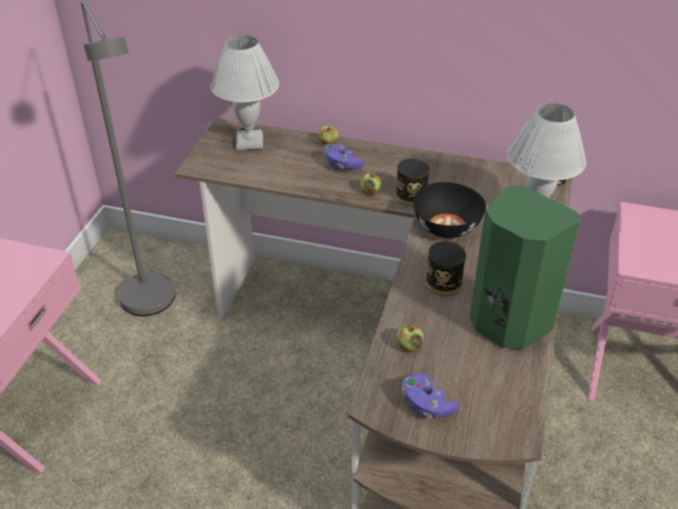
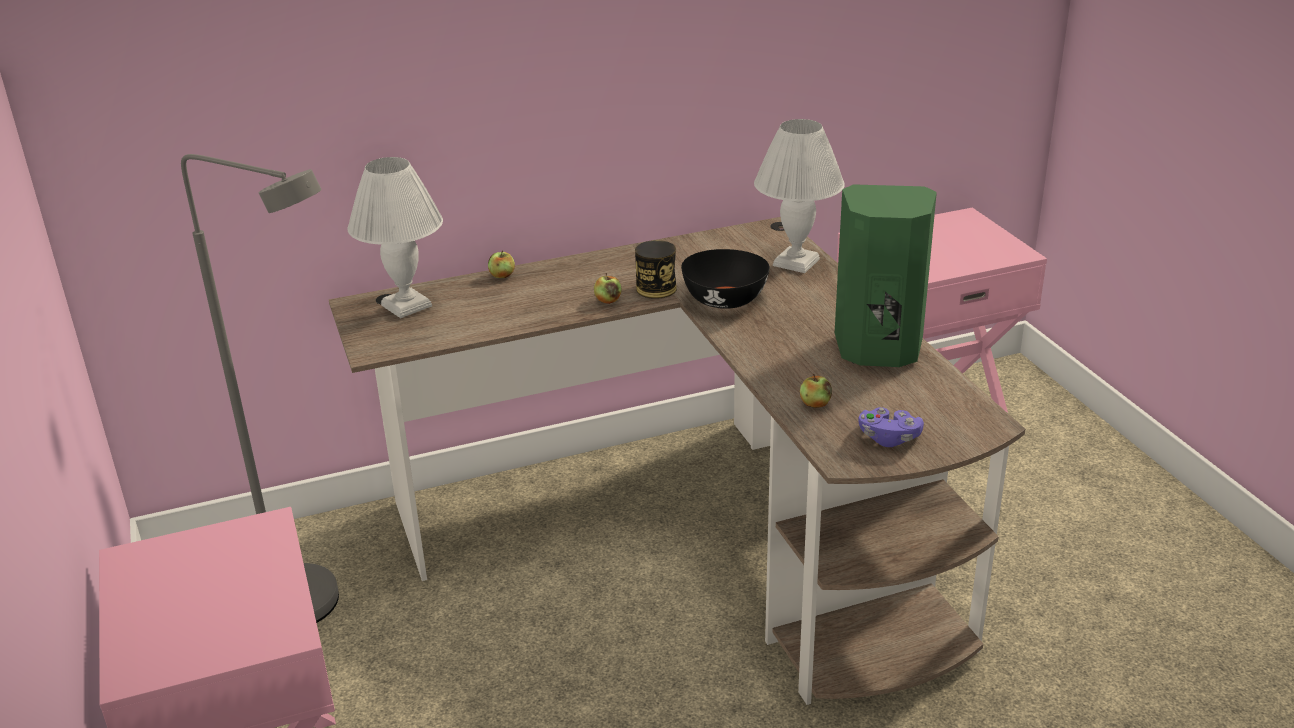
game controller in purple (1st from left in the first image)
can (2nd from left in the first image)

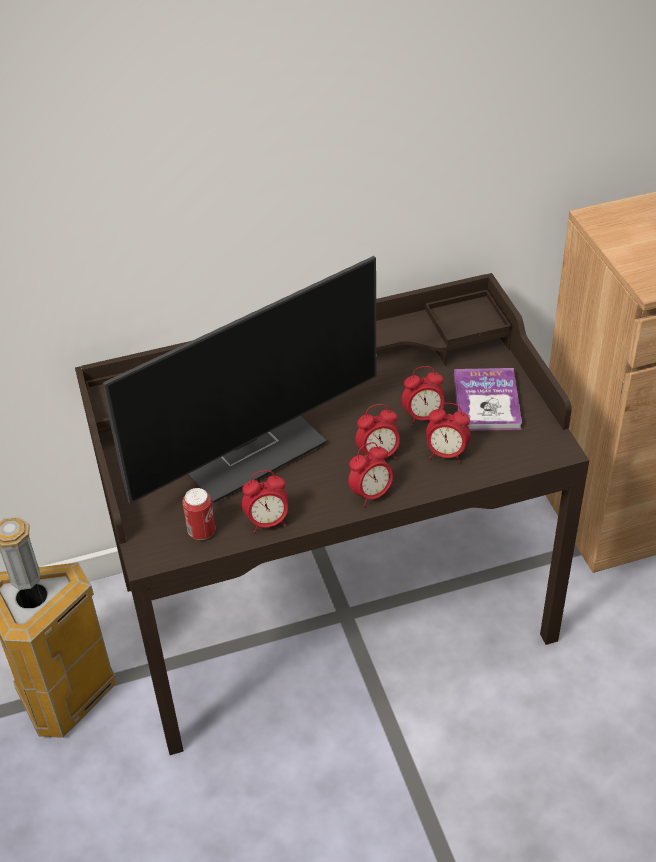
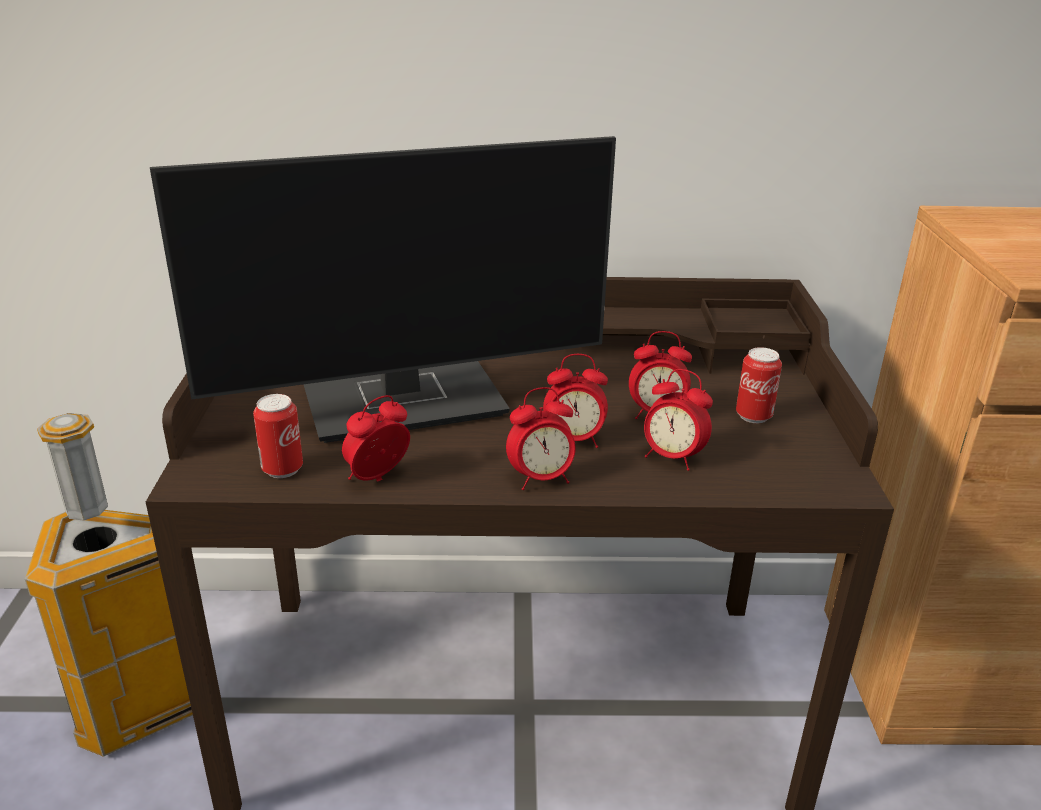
alarm clock (1st from left)
can (2nd from left)

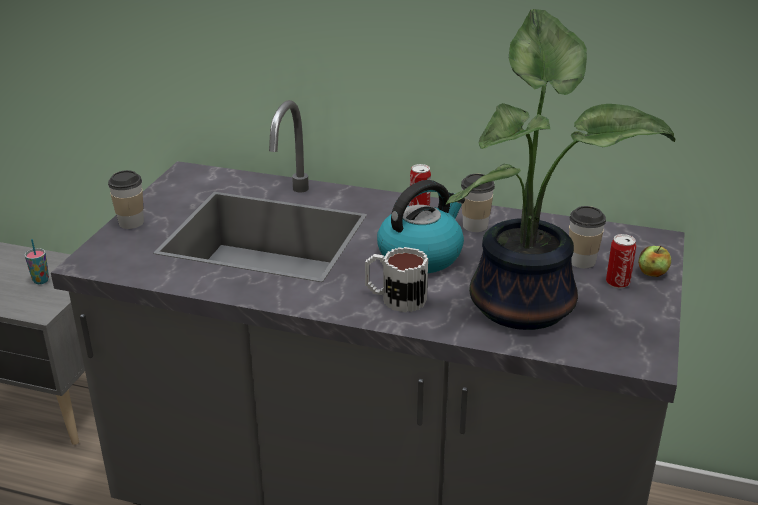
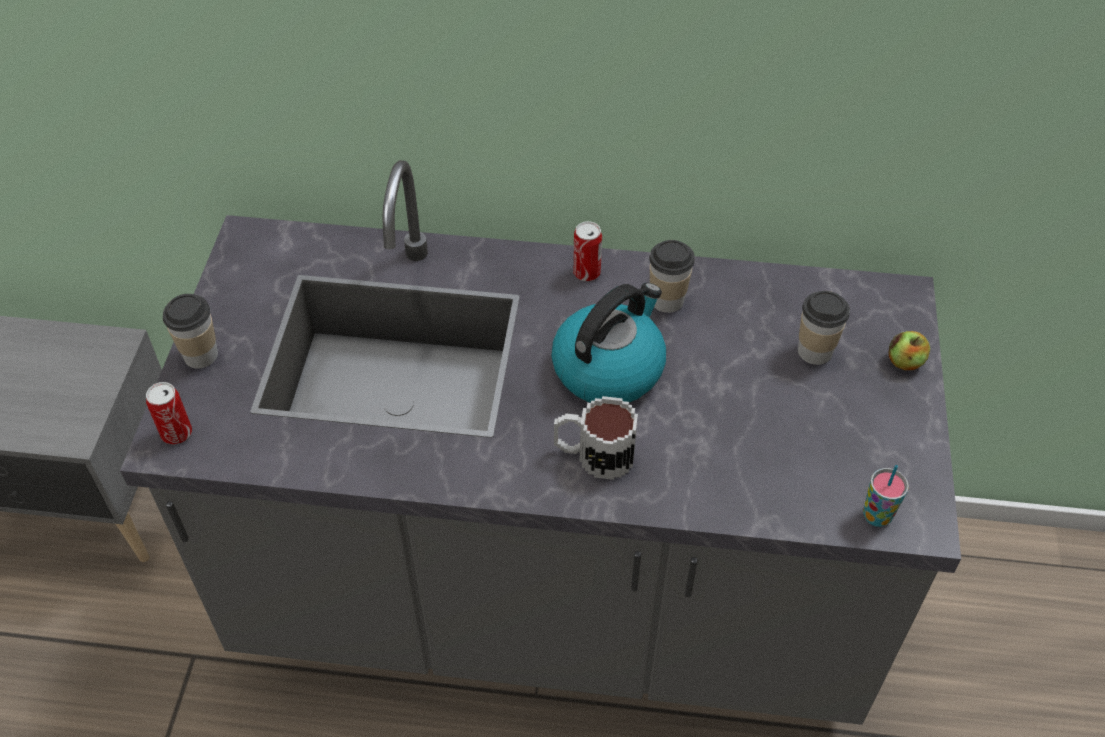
can (1st from left)
cup (4th from left)
potted plant

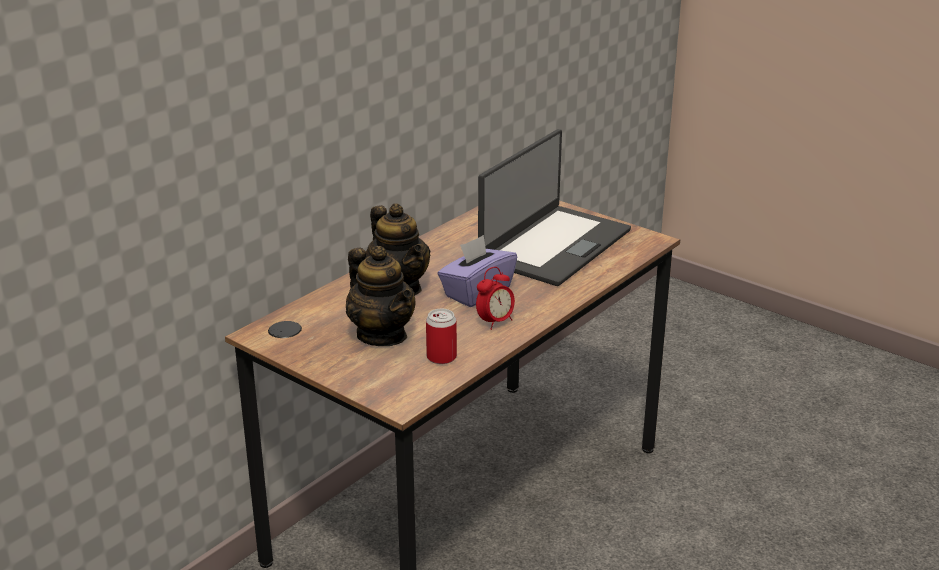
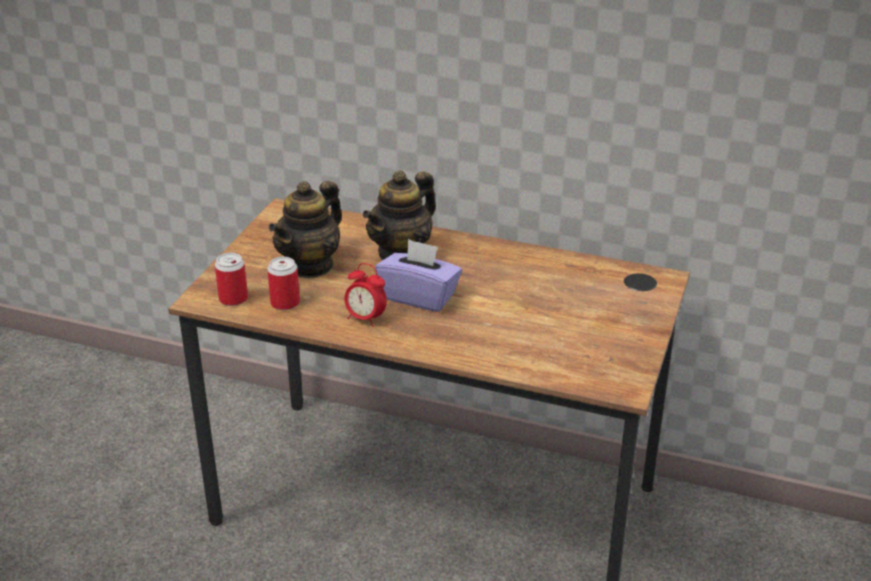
can (1st from left)
laptop

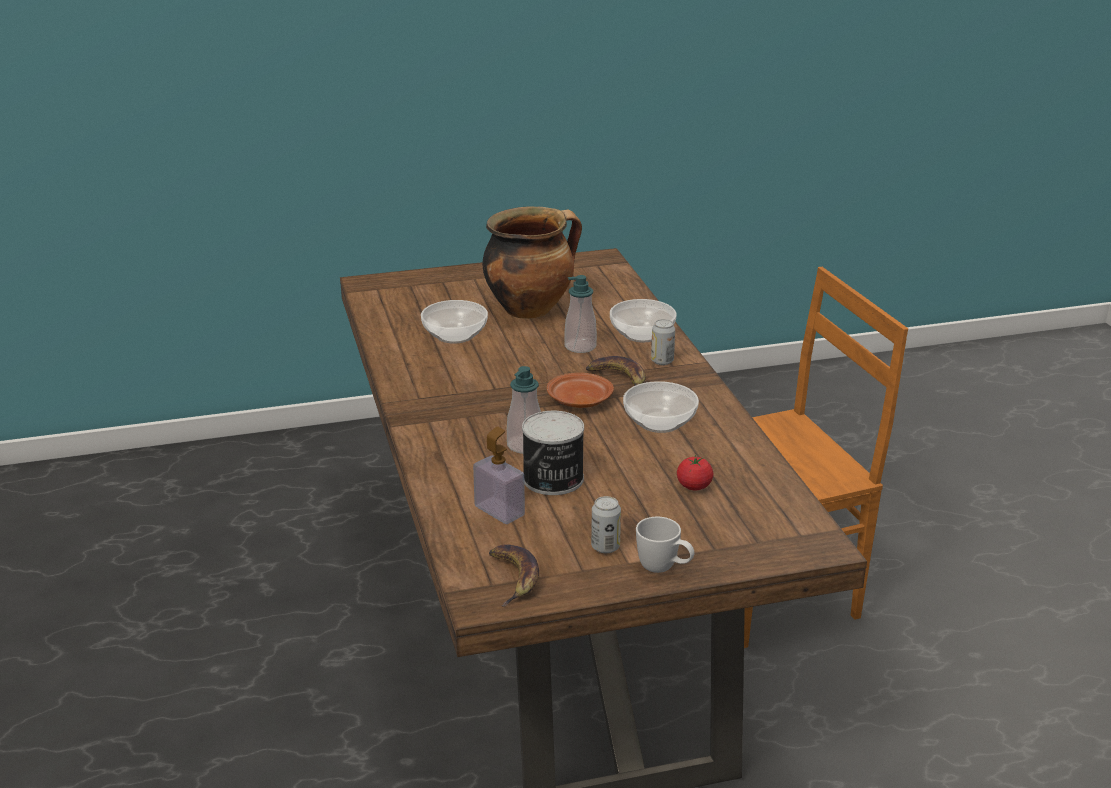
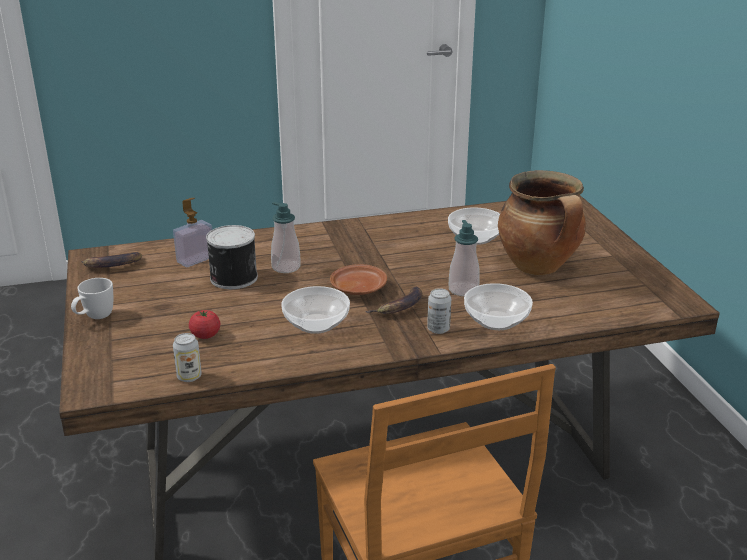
can (1st from left)

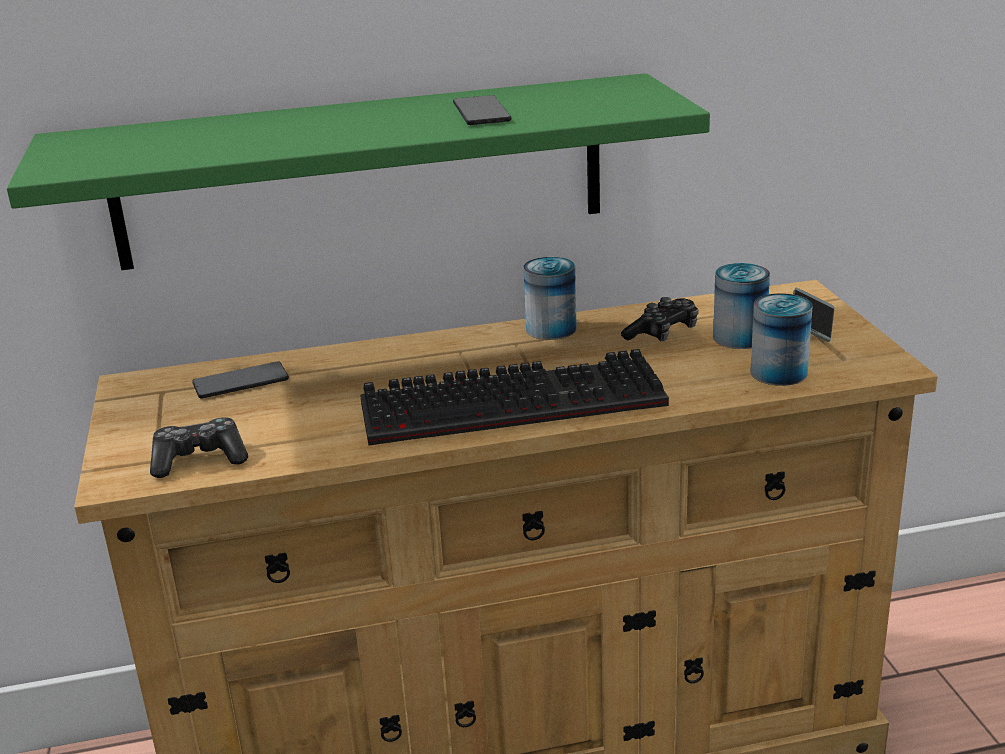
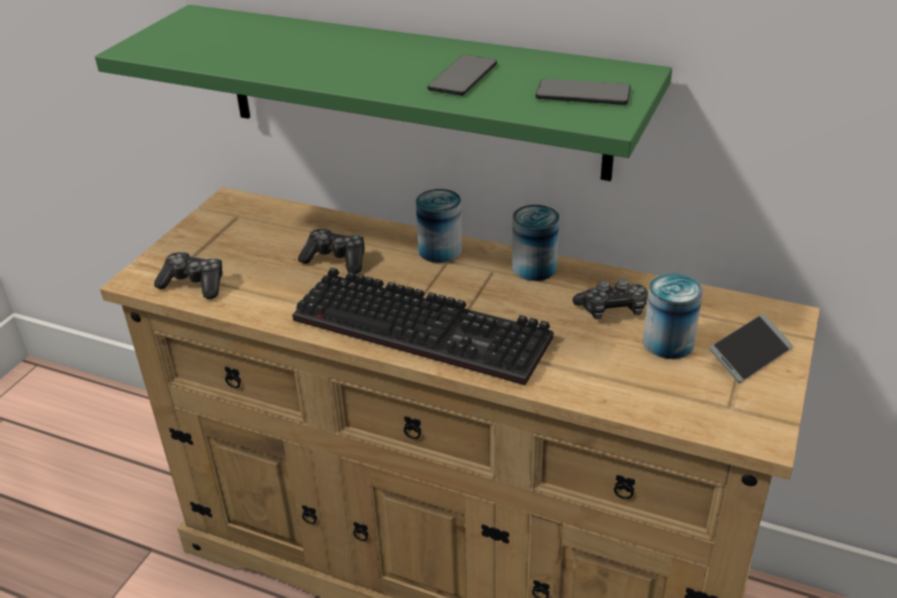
game controller (2nd from left)
can (1st from left)
phone (2nd from left)

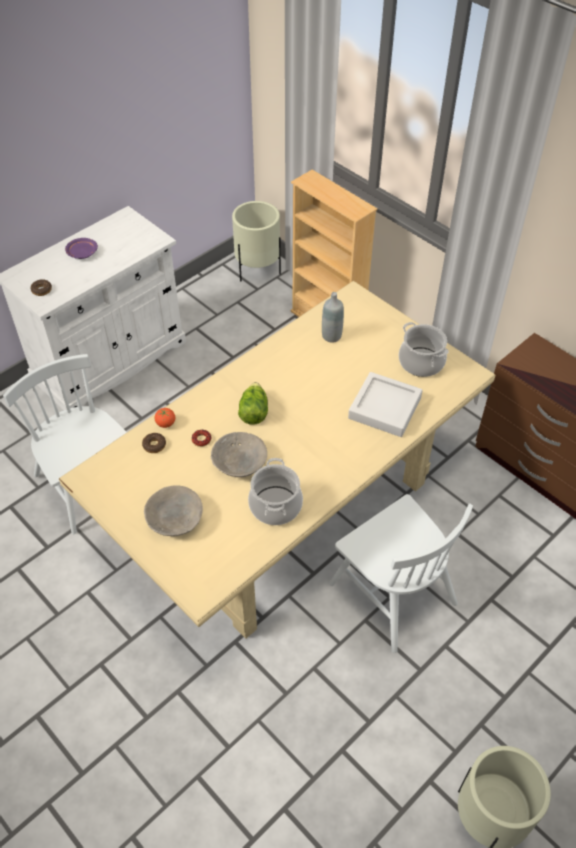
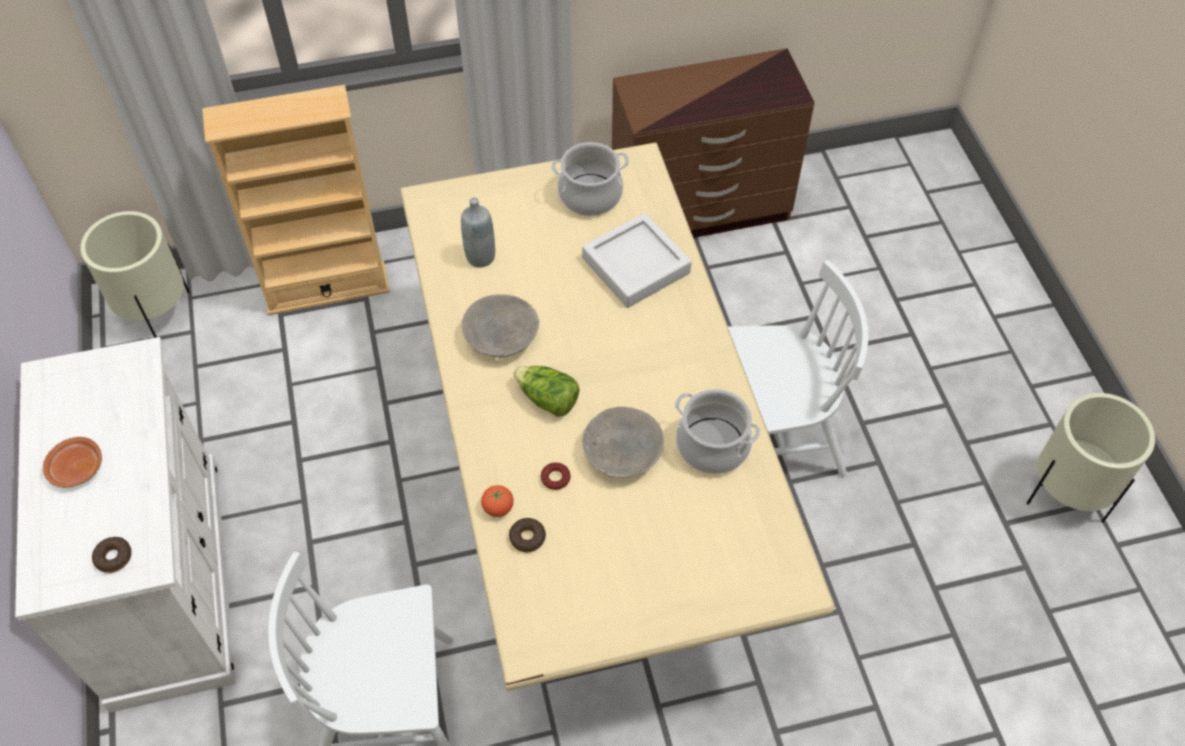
plate in brown
bowl in grey (1st from left)

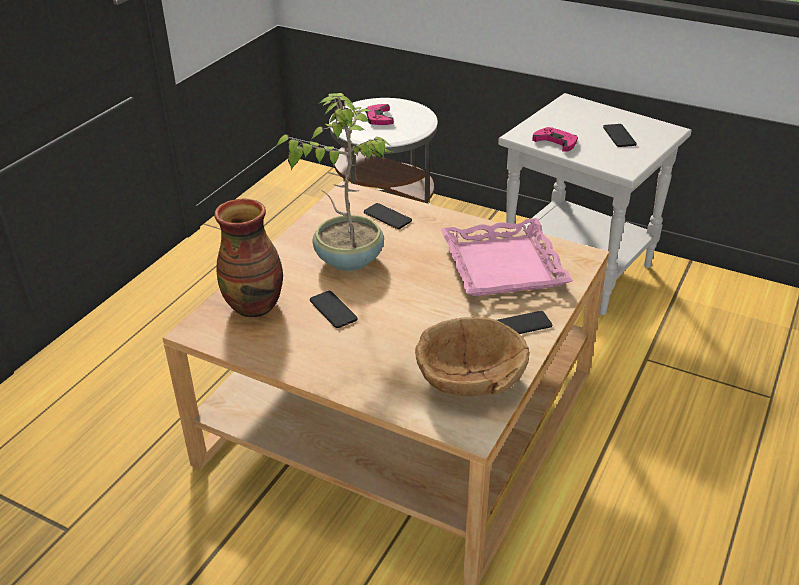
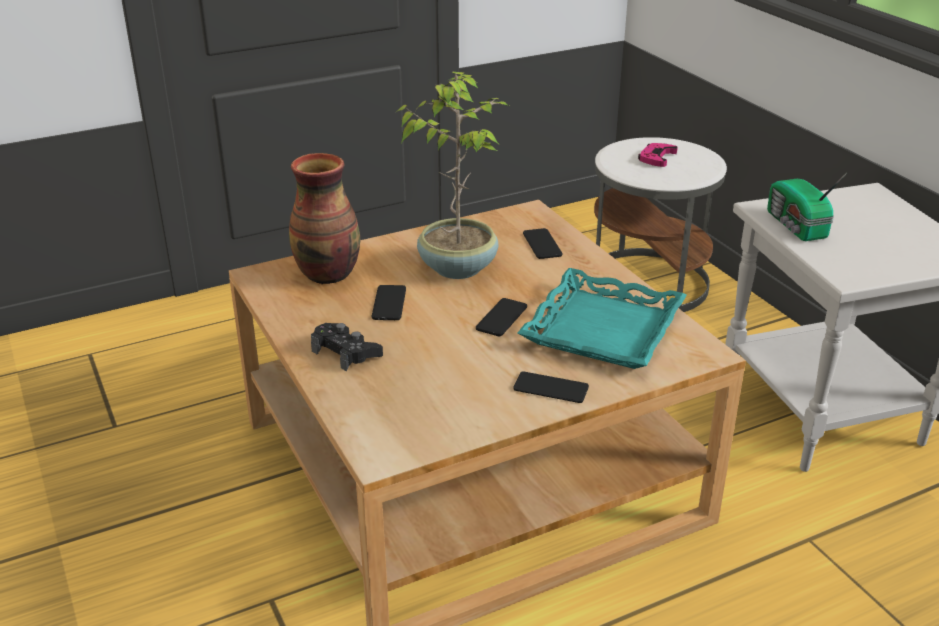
game controller in black
phone (2nd from left)
tray in turquoise
radio
bowl in brown

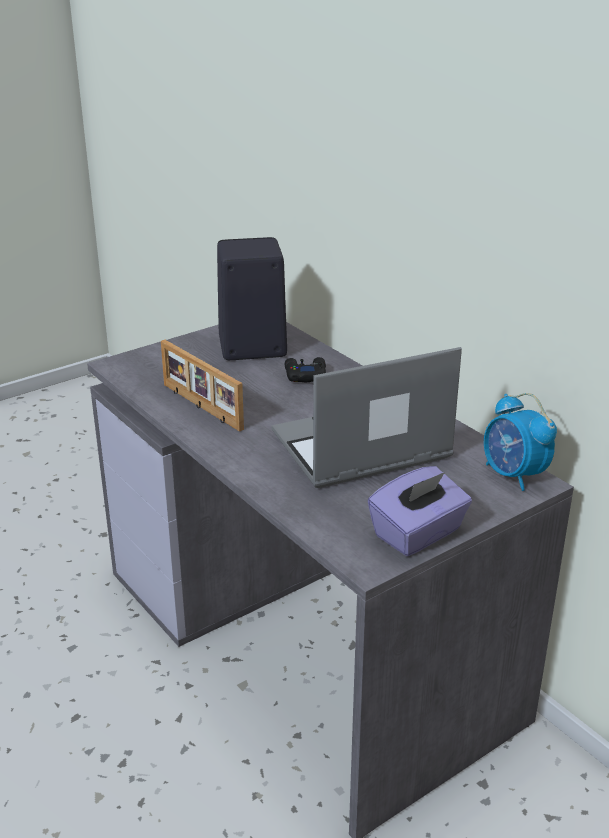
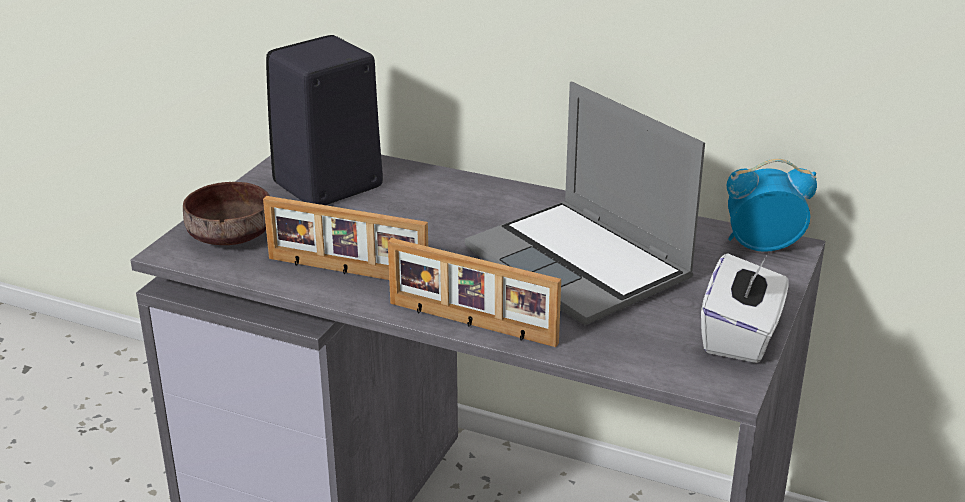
bowl in brown
picture frame (2nd from left)
laptop
tissue box in white
alarm clock
game controller in black

